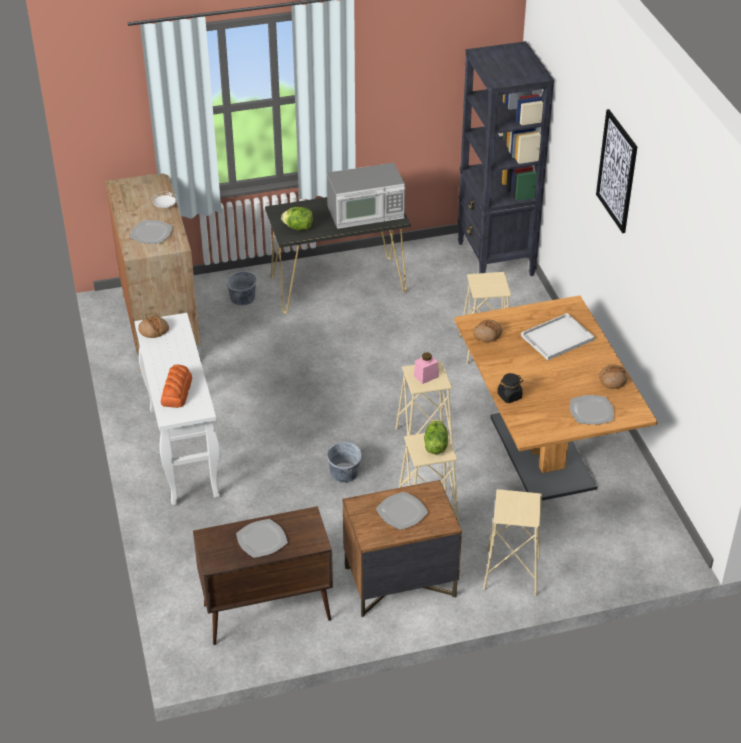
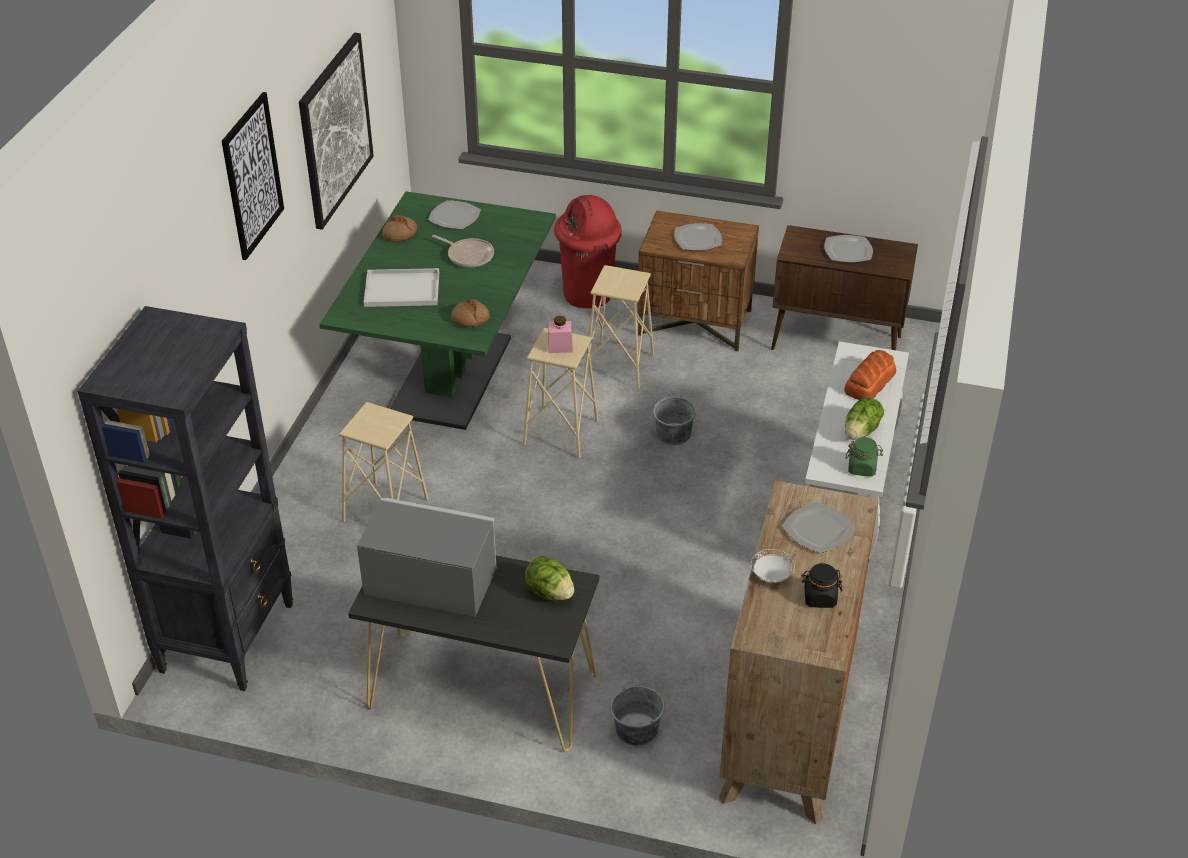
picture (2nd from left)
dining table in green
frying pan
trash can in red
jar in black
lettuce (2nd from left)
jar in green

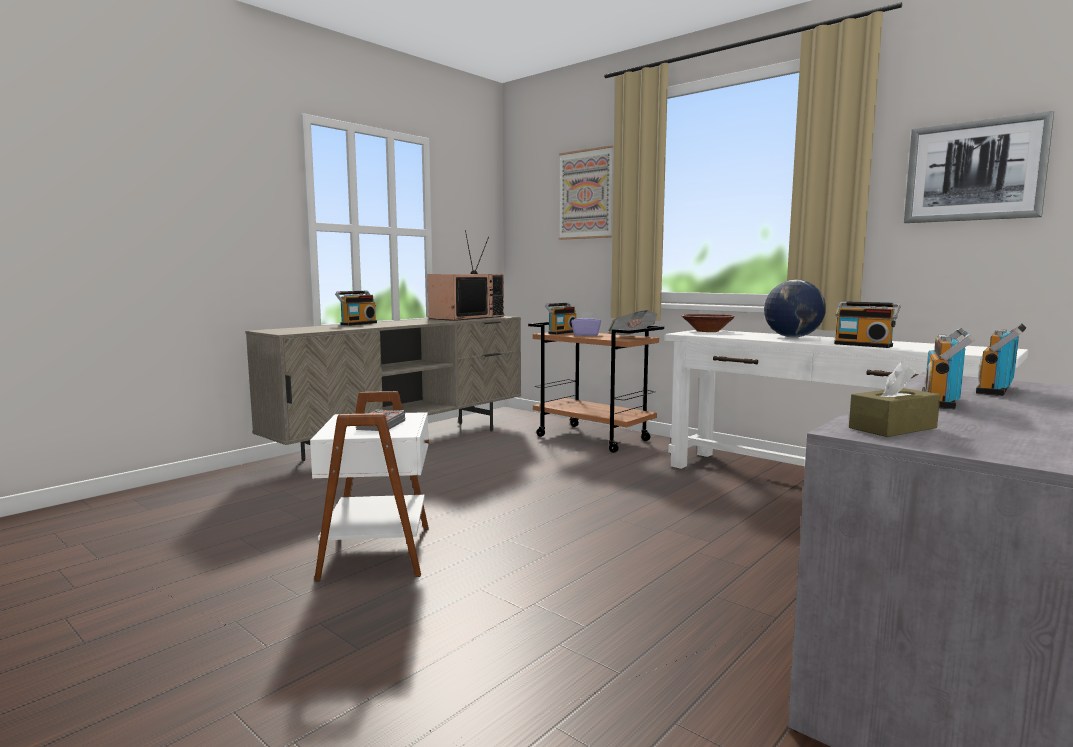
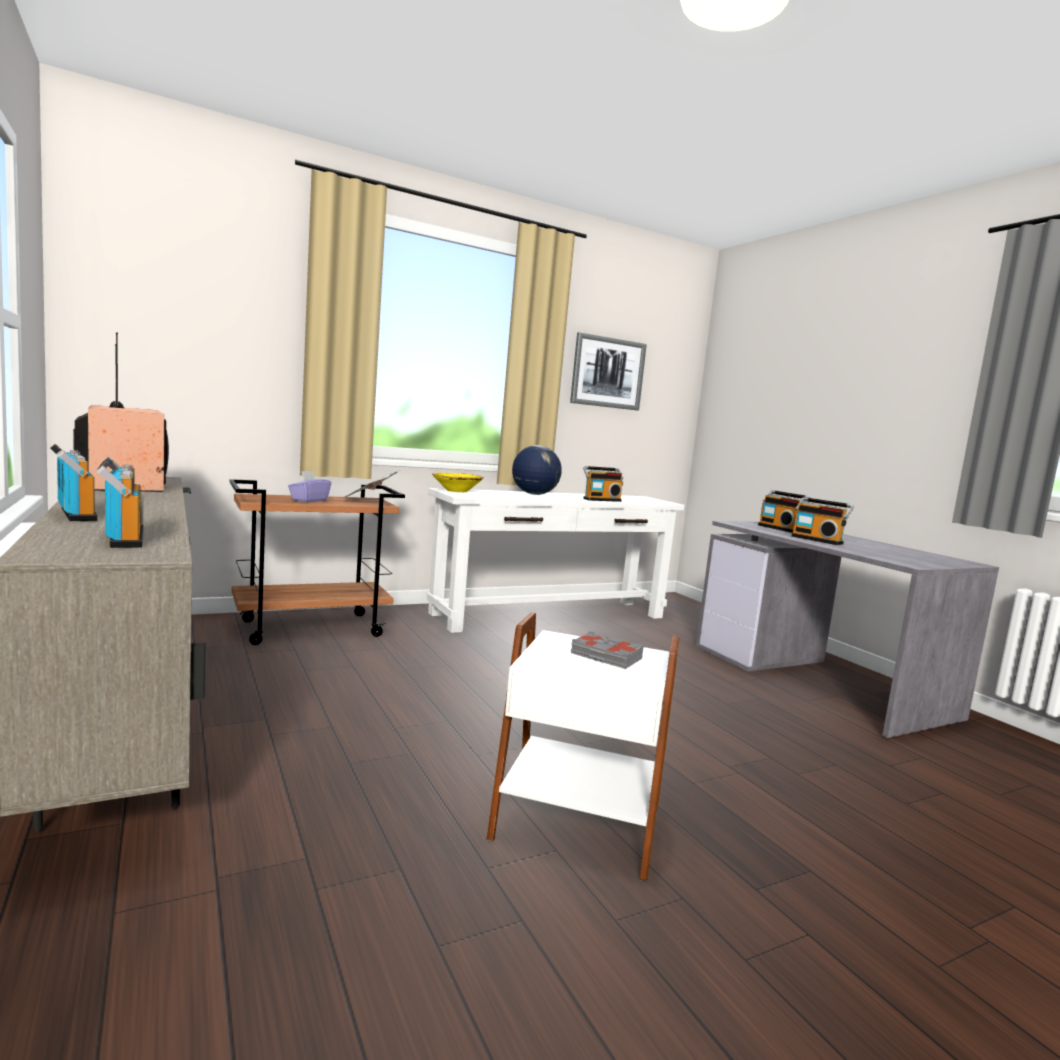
radio (2nd from left)
bowl in yellow
picture (1st from left in the first image)
tissue box in brown

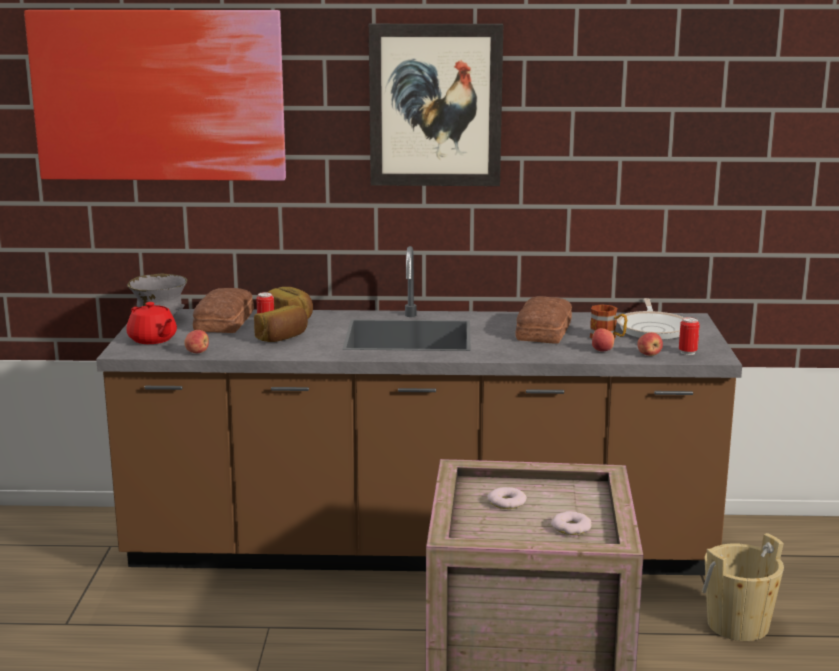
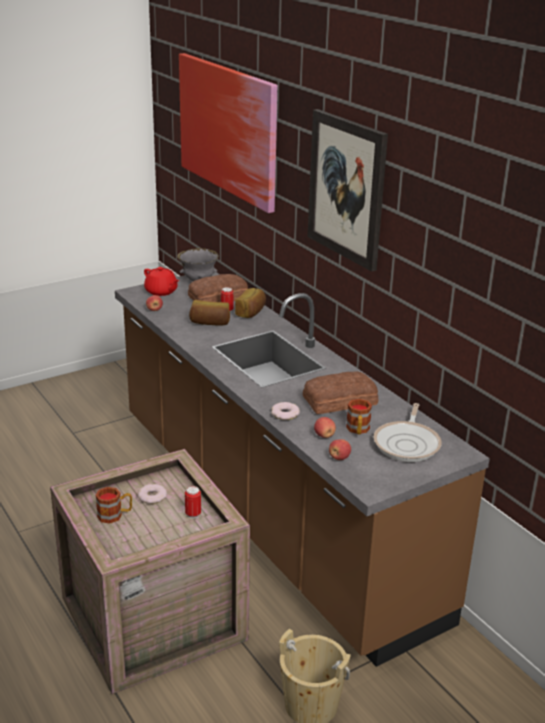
mug (1st from left)
teapot in red
can (1st from left)
donut (2nd from left)
frying pan

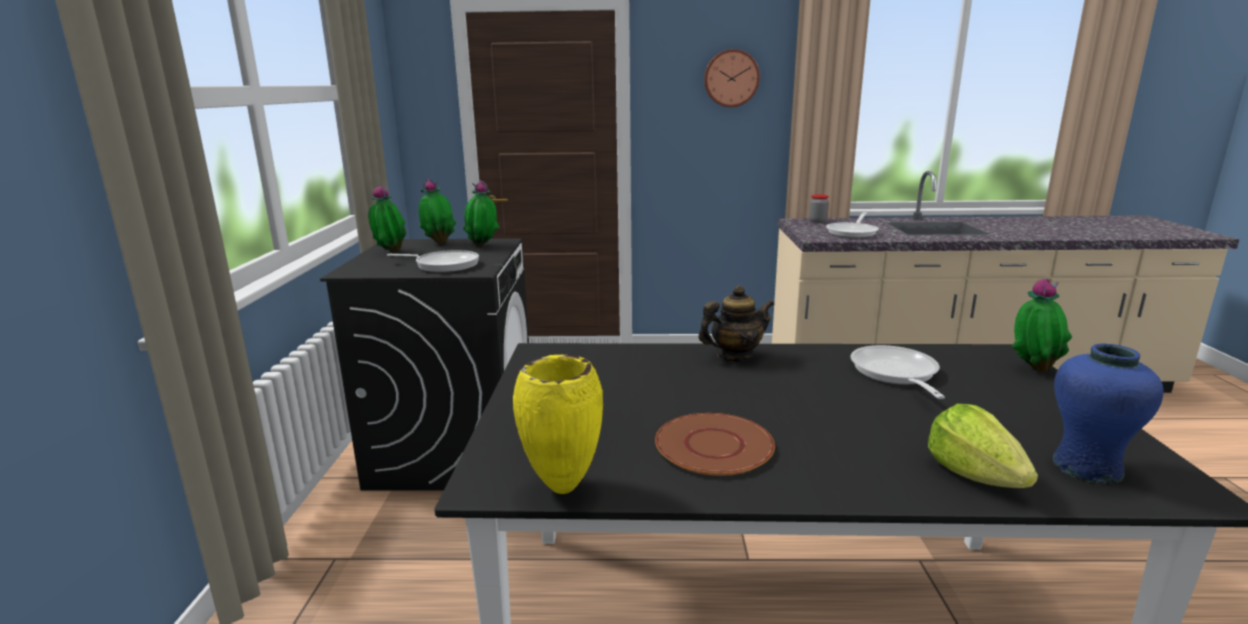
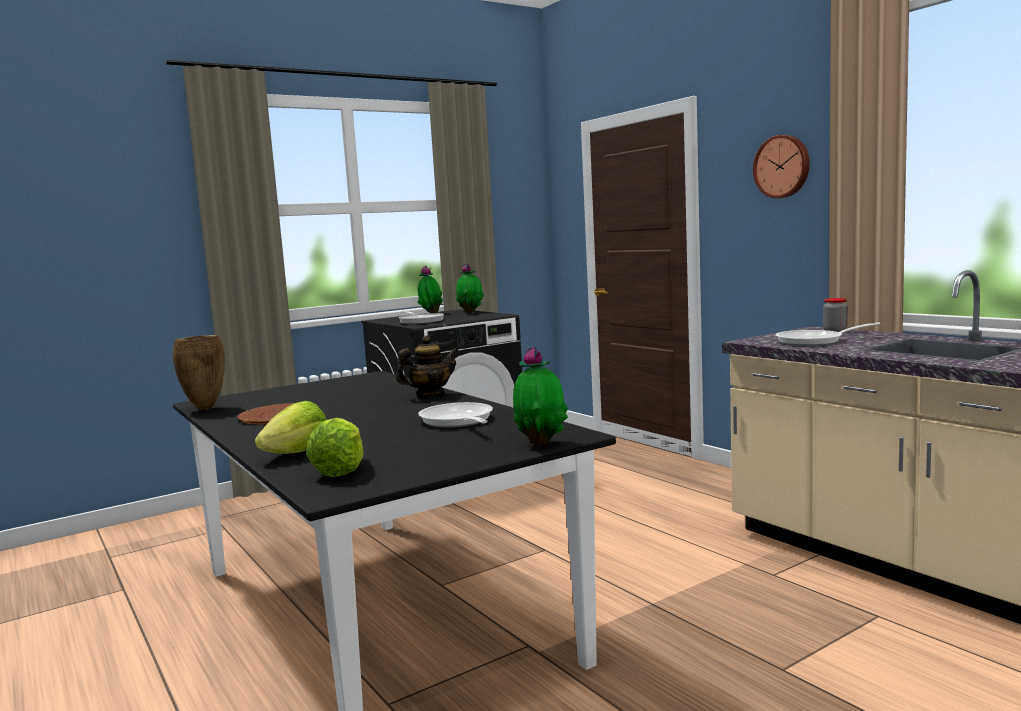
vase in brown
lettuce (2nd from left)
teapot
frying pan (2nd from left)
potted plant (3rd from left in the first image)

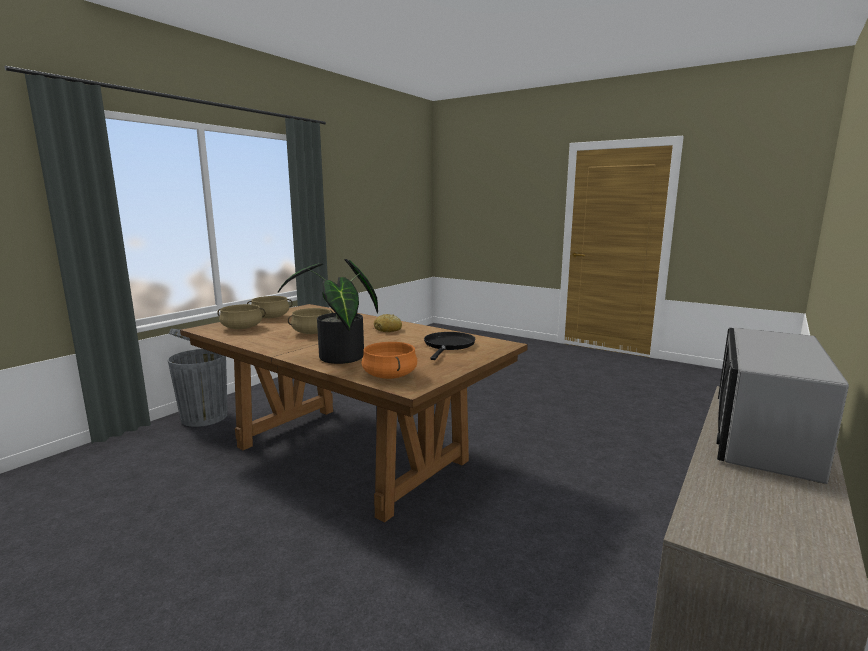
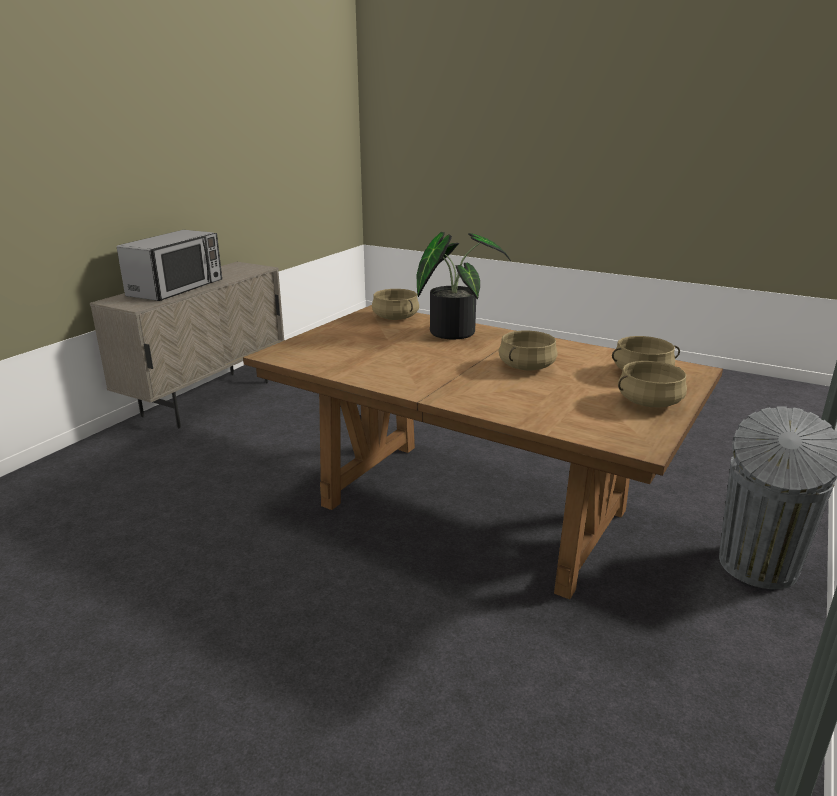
cooking pot in beige (1st from left)
bread
frying pan in black

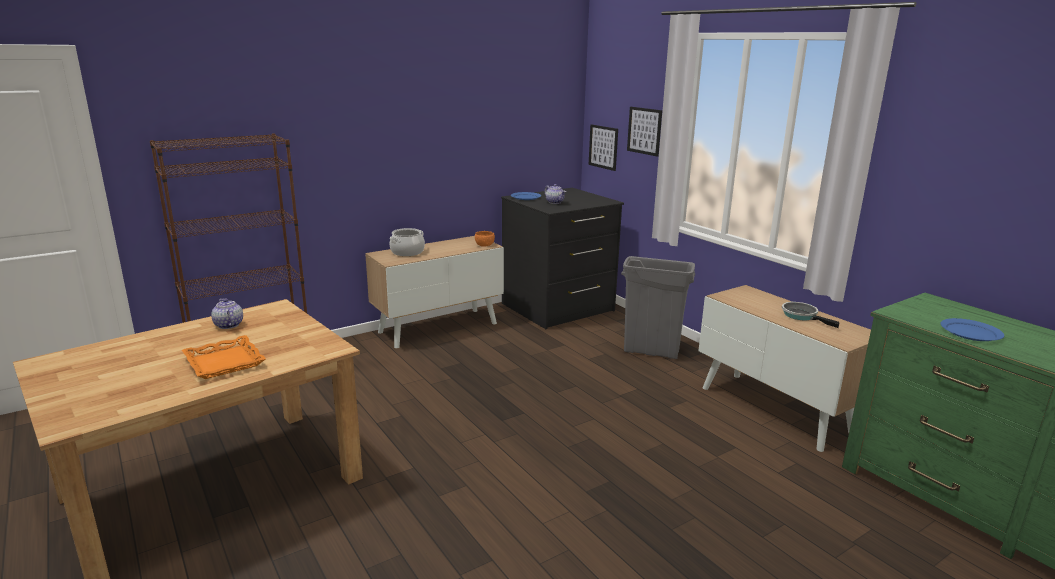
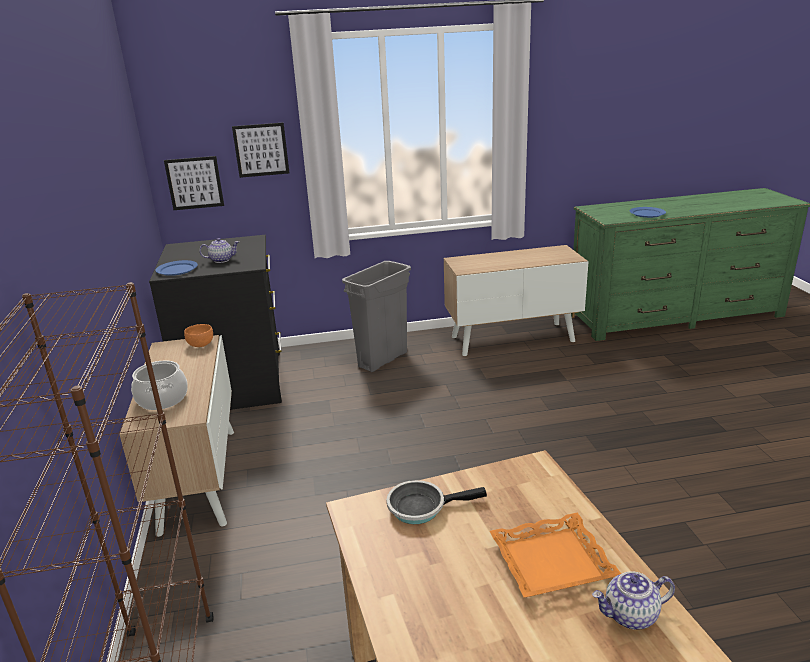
frying pan
teapot (2nd from left)

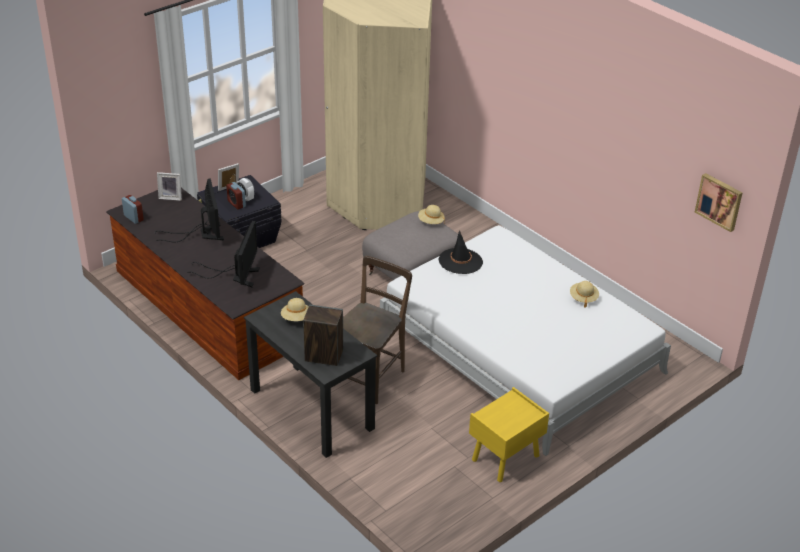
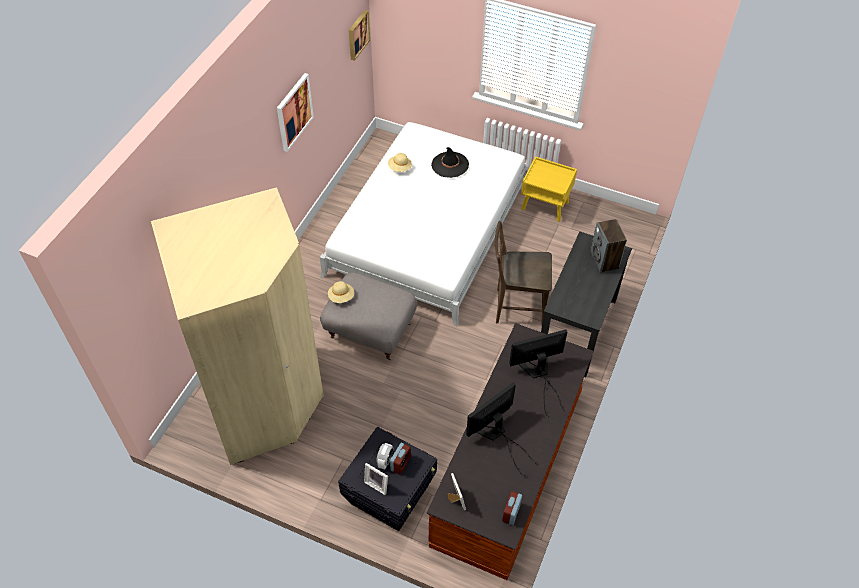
picture (1st from left)
hat in black
hat in beige (1st from left in the first image)

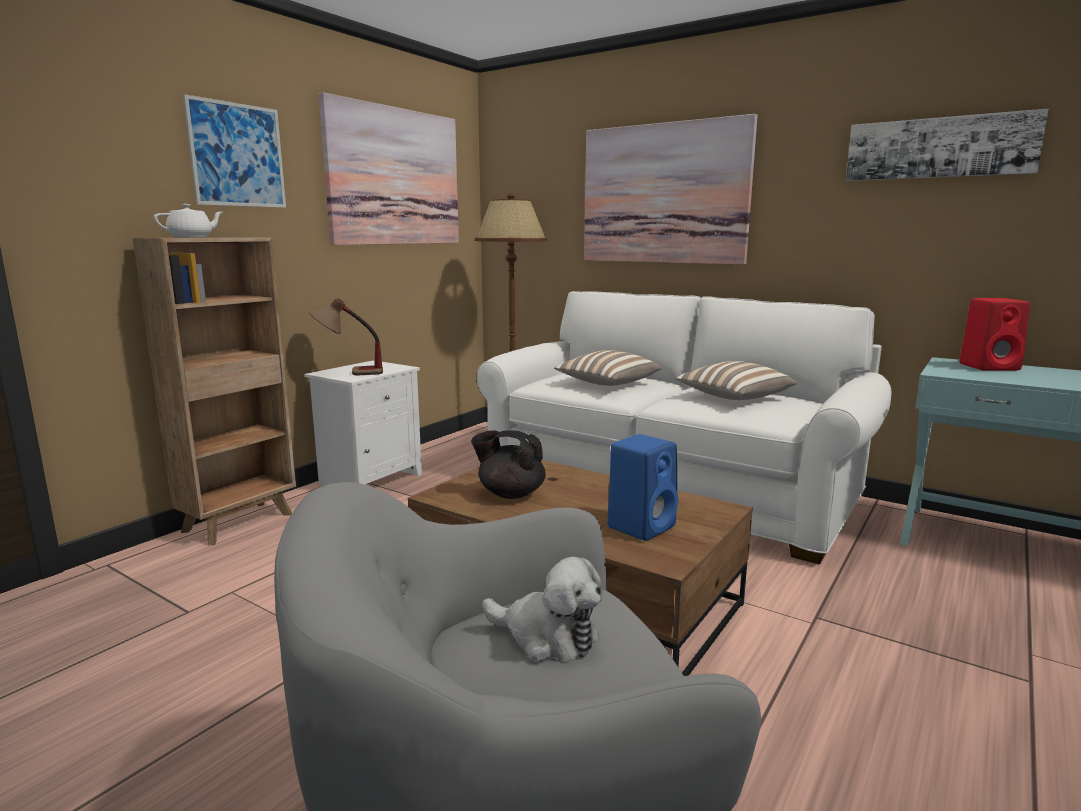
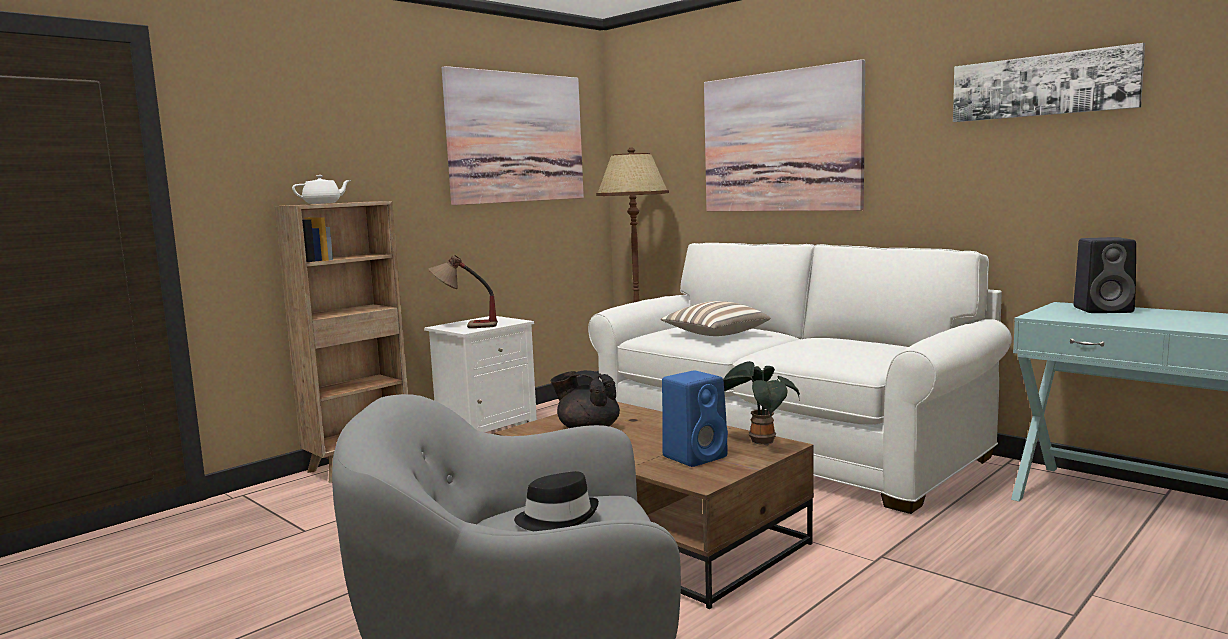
hat in black
potted plant
speaker in black
picture (1st from left in the first image)
pillow (2nd from left in the first image)

